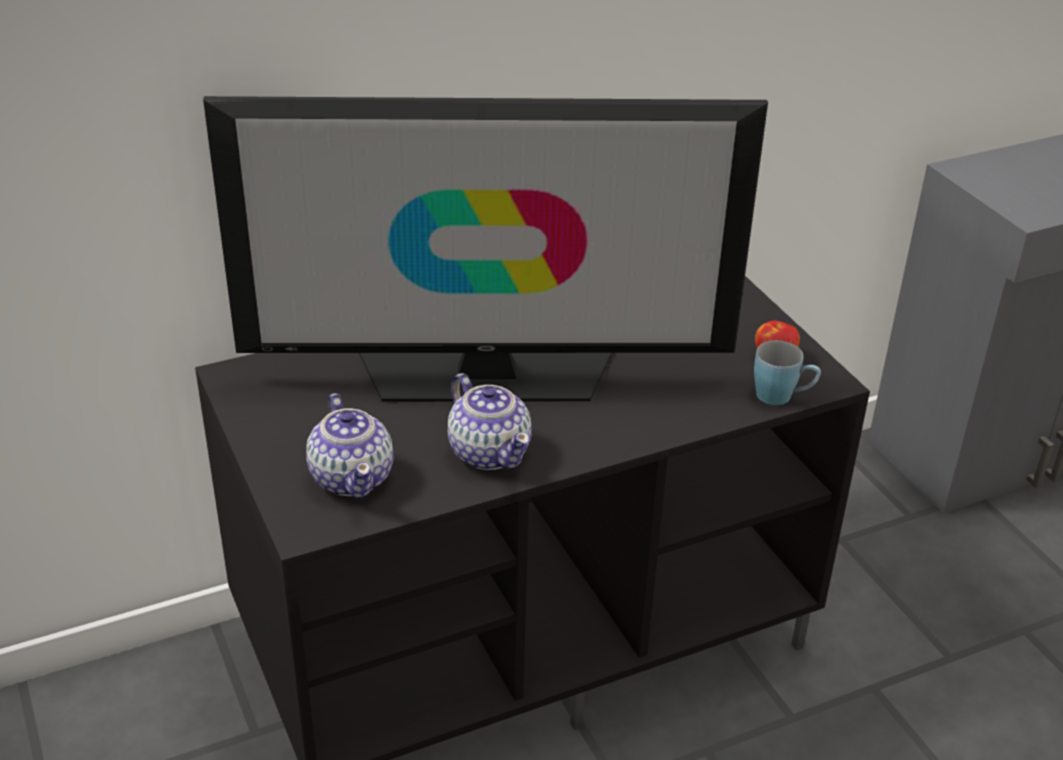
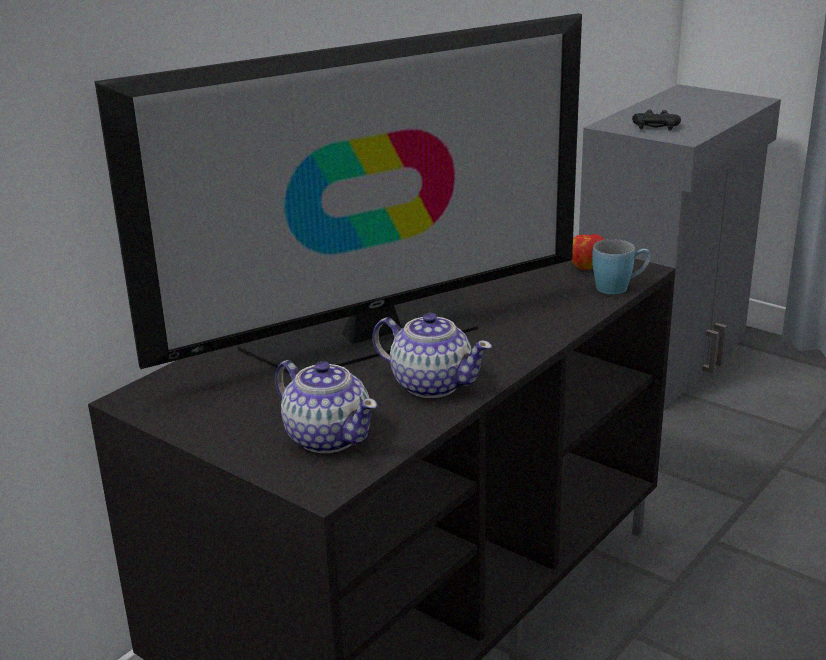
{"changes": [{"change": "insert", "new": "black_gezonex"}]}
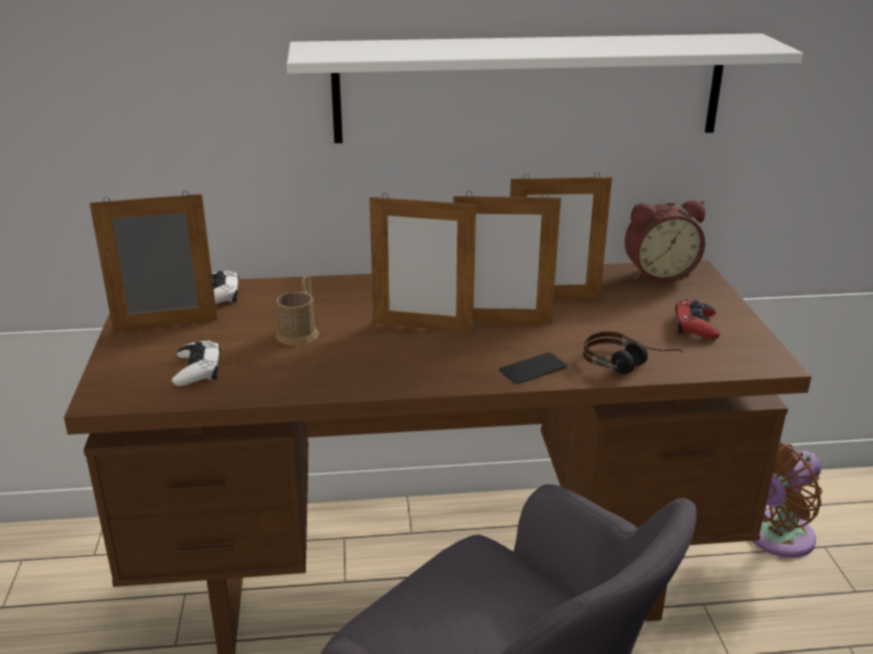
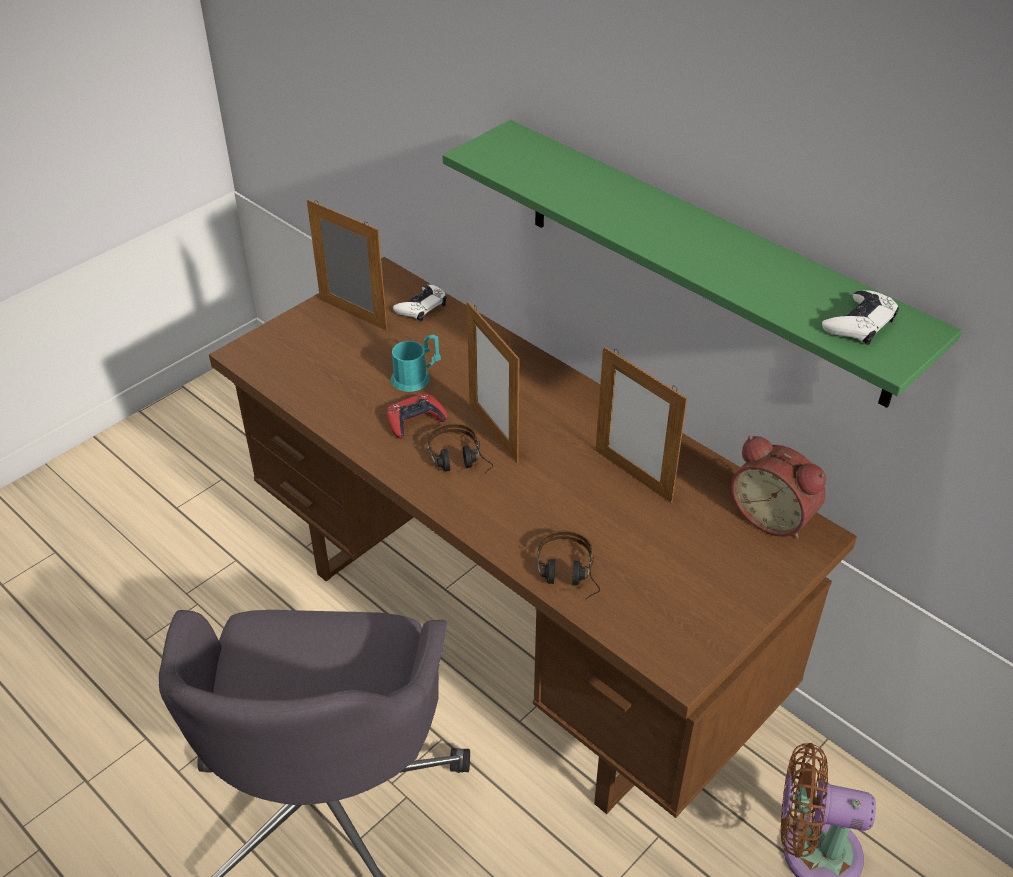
{"changes": [{"change": "recolor", "old": "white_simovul", "new": "green_simovul"}, {"change": "delete", "old": "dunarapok (3rd from left)"}, {"change": "recolor", "old": "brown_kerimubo", "new": "turquoise_kerimubo"}, {"change": "move", "old": "red_gezonex"}, {"change": "move", "old": "white_gezonex (1st from left in the first image)", "new": "white_gezonex (2nd from left)"}, {"change": "delete", "old": "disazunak"}, {"change": "insert", "new": "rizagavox (1st from left)"}]}
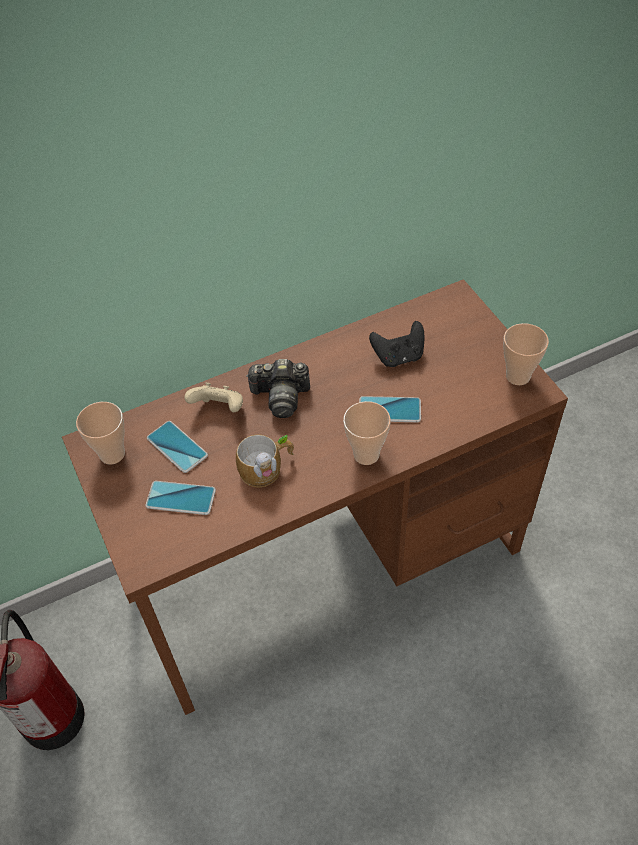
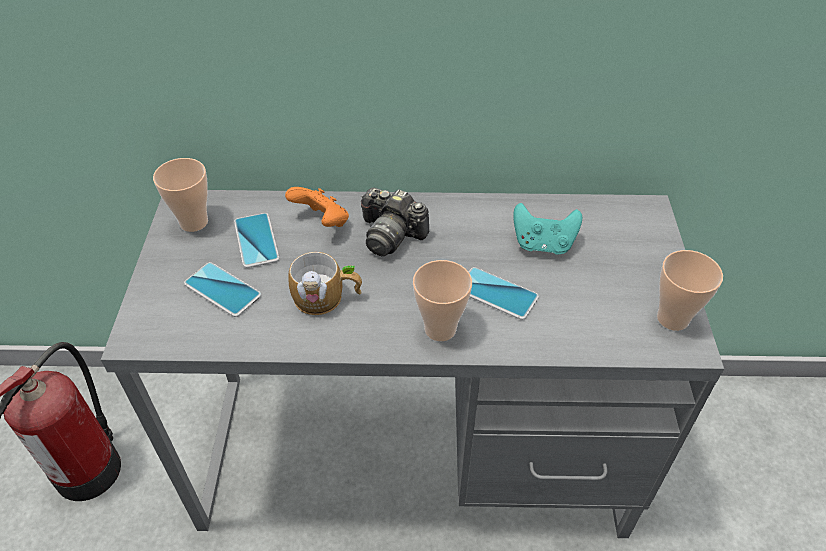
{"changes": [{"change": "recolor", "old": "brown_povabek", "new": "grey_povabek"}, {"change": "recolor", "old": "black_gezonex", "new": "turquoise_gezonex"}, {"change": "recolor", "old": "beige_gezonex", "new": "orange_gezonex"}]}
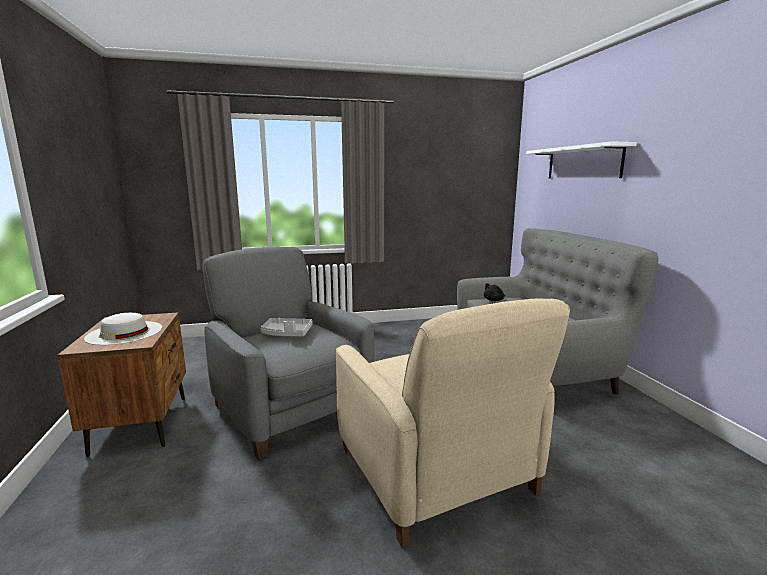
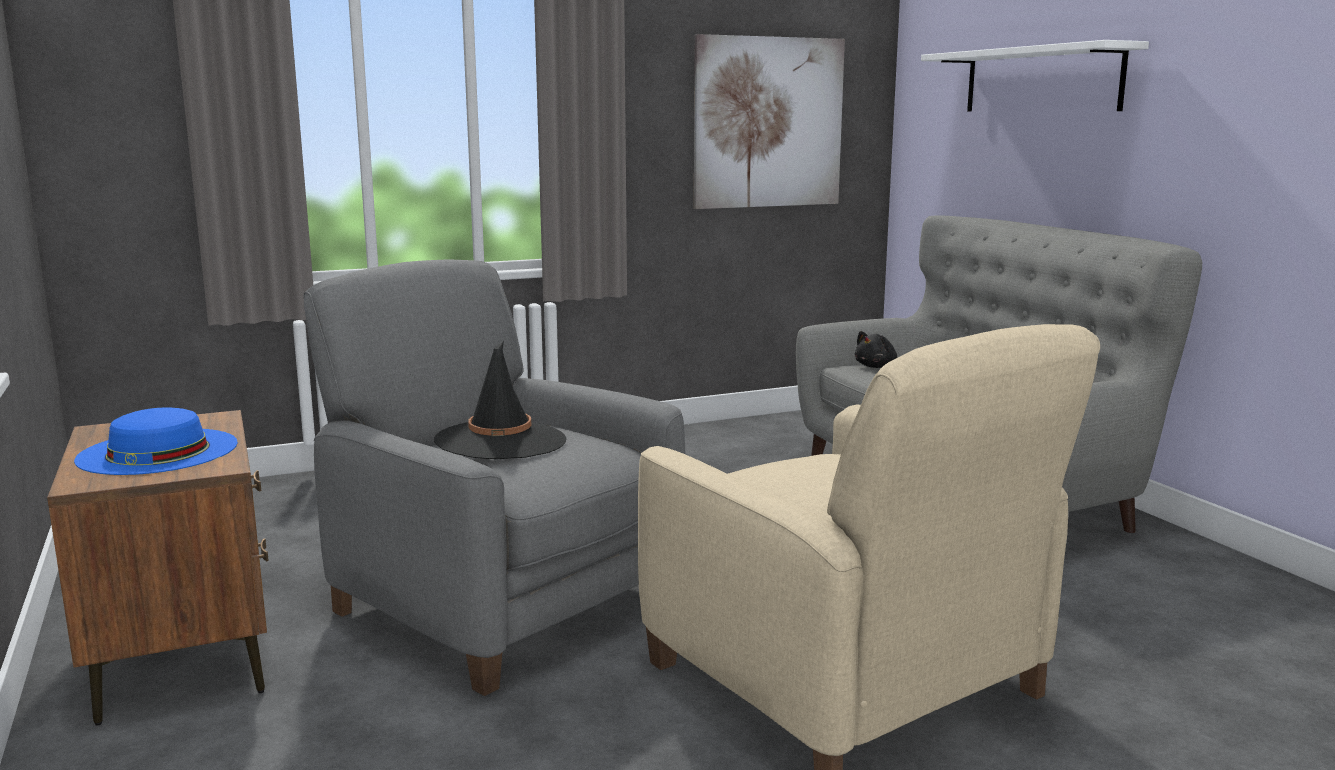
{"changes": [{"change": "recolor", "old": "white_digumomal", "new": "blue_digumomal"}, {"change": "replace", "old": "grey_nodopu", "new": "black_digumomal"}, {"change": "insert", "new": "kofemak"}]}
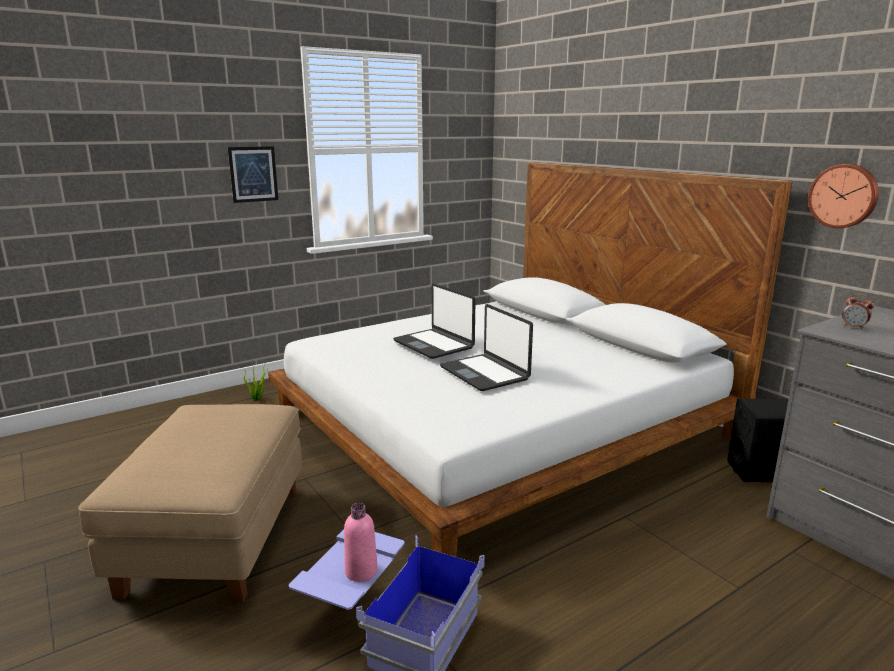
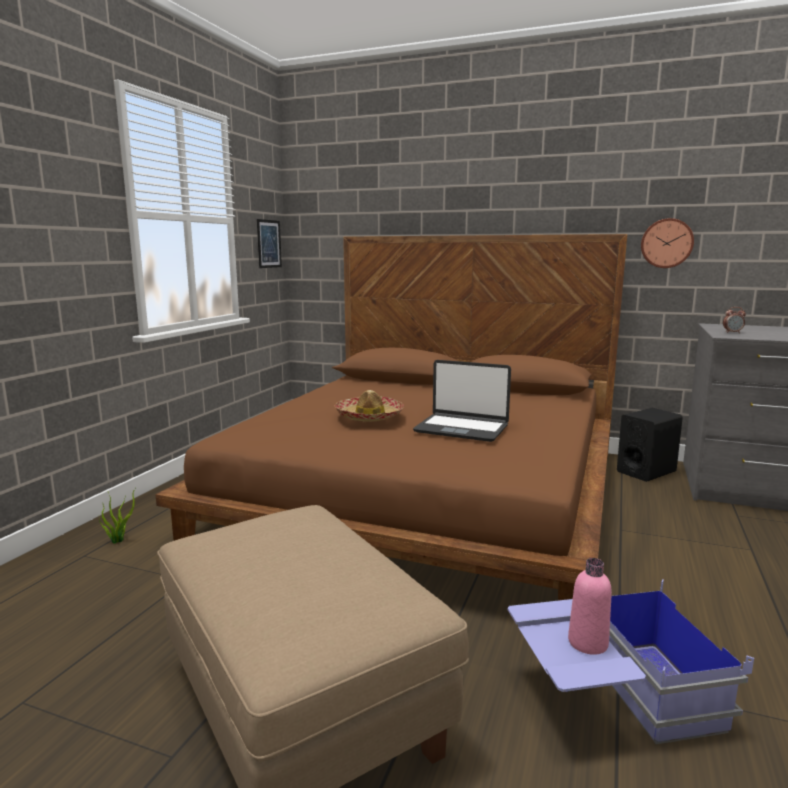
{"changes": [{"change": "move", "old": "kofemak"}, {"change": "recolor", "old": "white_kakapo", "new": "brown_kakapo"}, {"change": "replace", "old": "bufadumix (1st from left)", "new": "digumomal"}]}
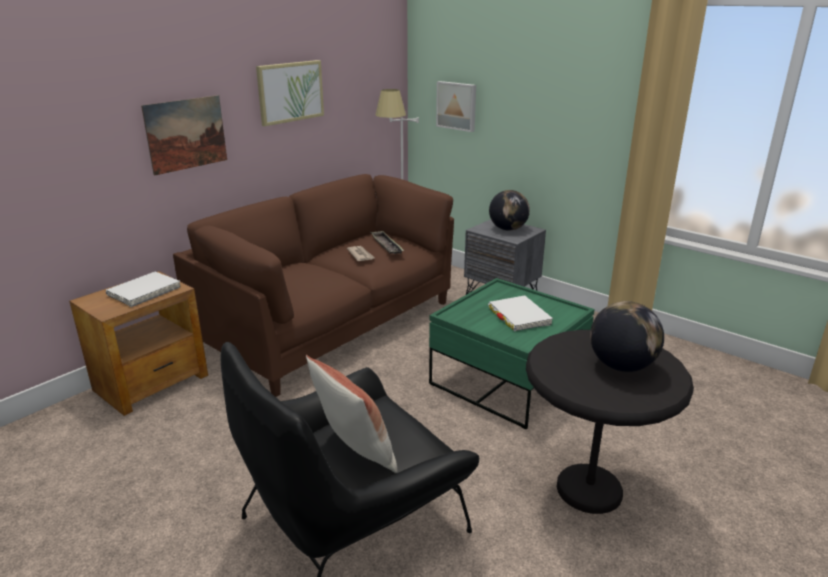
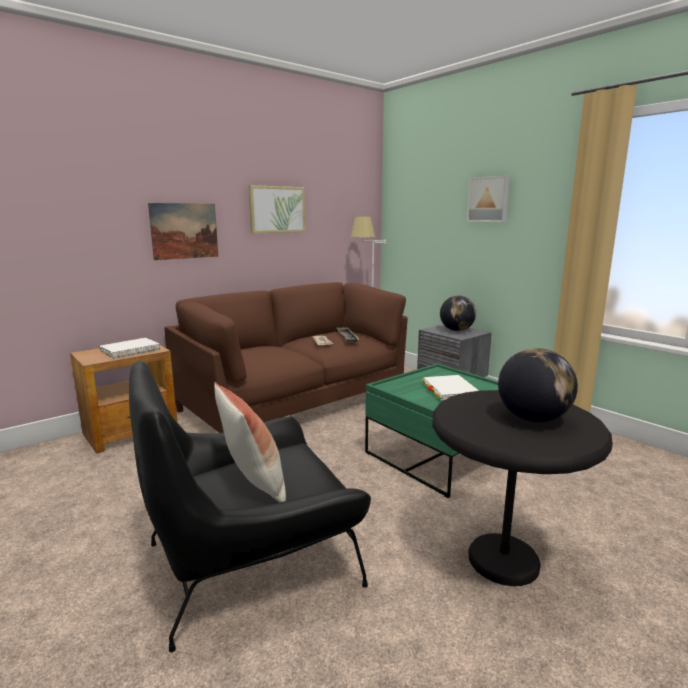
{"changes": [{"change": "move", "old": "kofemak (3rd from left)"}]}
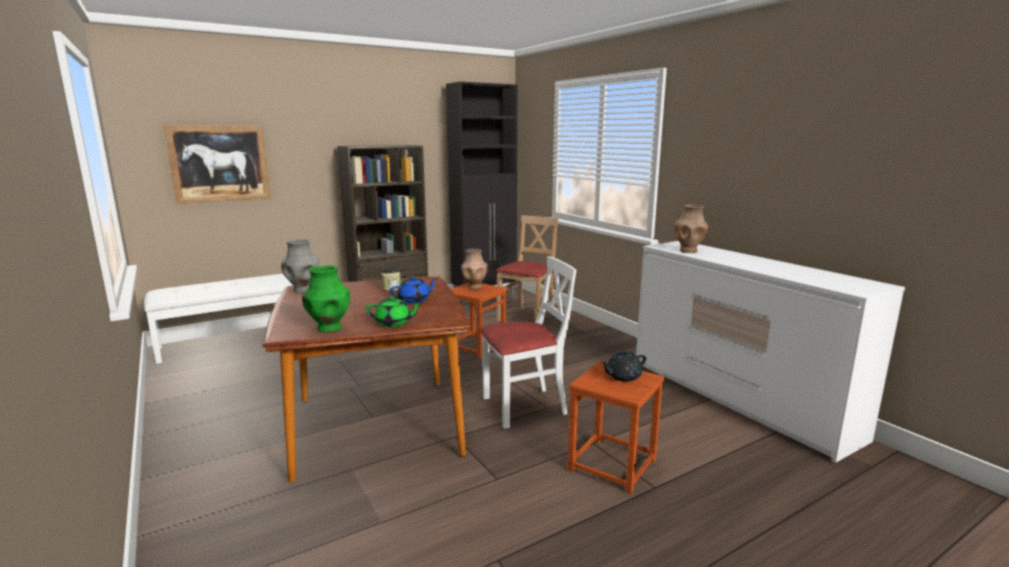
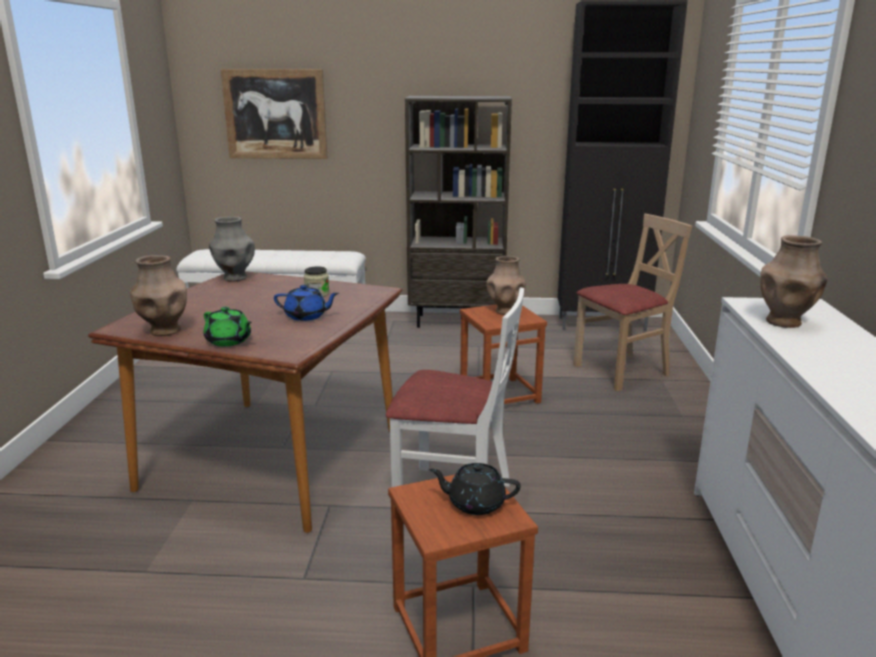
{"changes": [{"change": "recolor", "old": "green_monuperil", "new": "brown_monuperil (1st from left)"}]}
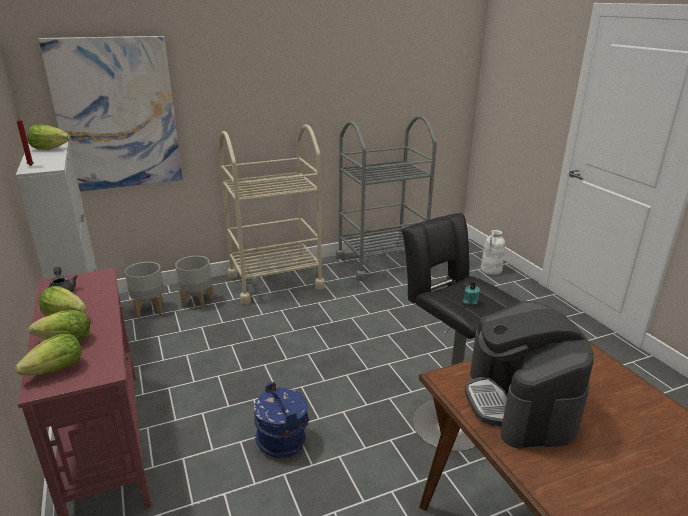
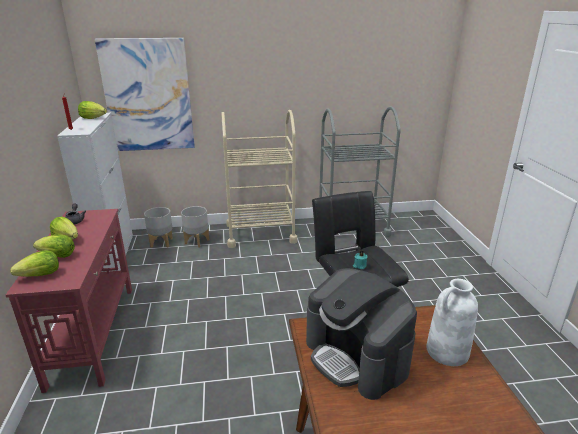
{"changes": [{"change": "move", "old": "white_monuperil"}, {"change": "rotate", "old": "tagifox", "degrees": -45}, {"change": "delete", "old": "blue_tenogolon"}]}
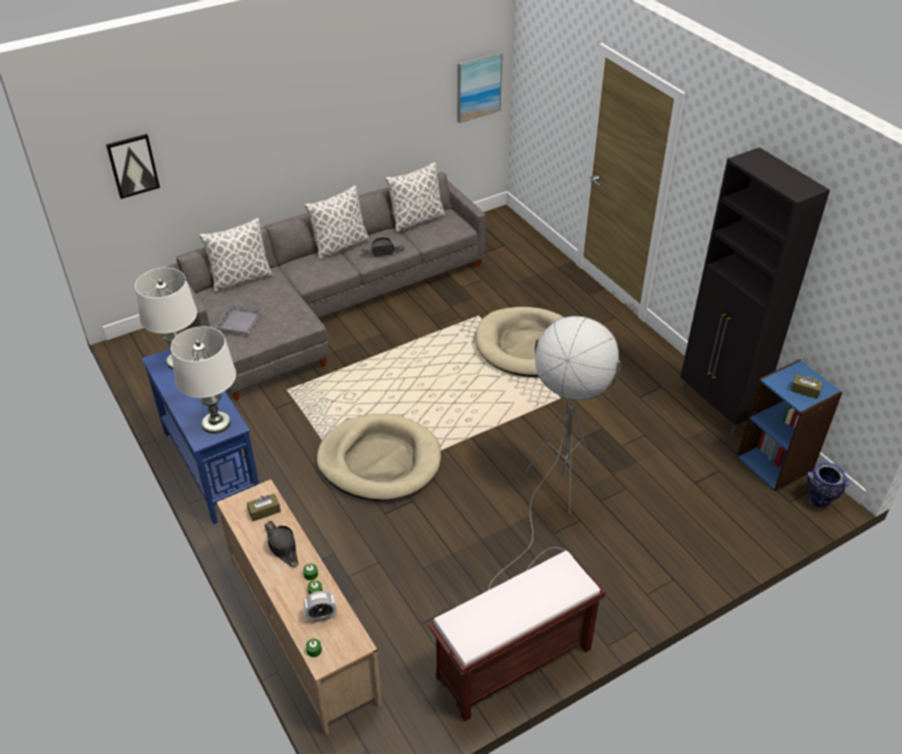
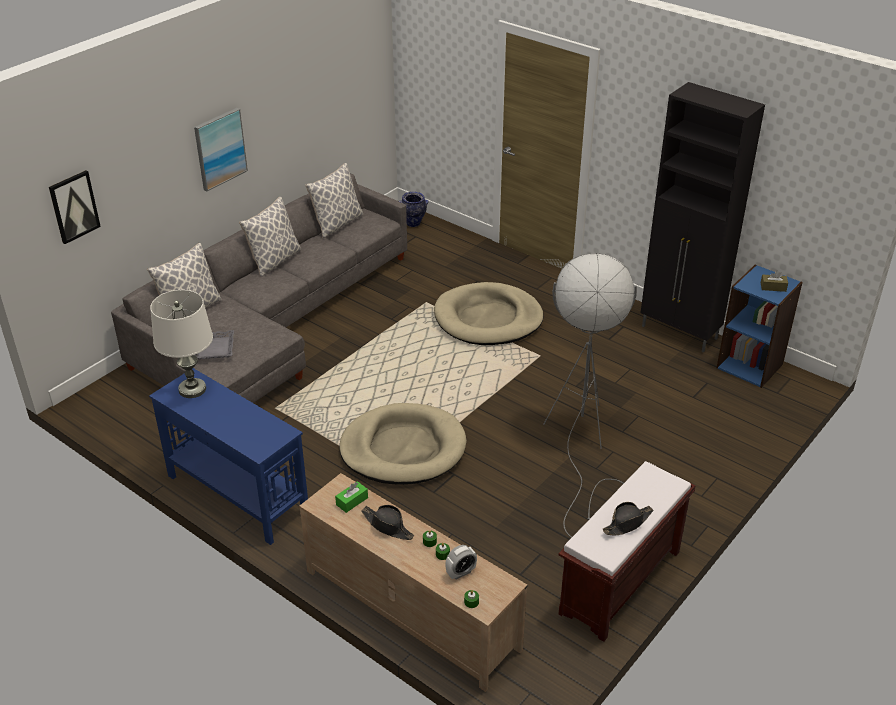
{"changes": [{"change": "move", "old": "kofemak (2nd from left)"}, {"change": "move", "old": "black_digumomal (2nd from left)"}, {"change": "delete", "old": "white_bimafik (2nd from left)"}, {"change": "move", "old": "monuperil"}, {"change": "recolor", "old": "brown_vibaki (1st from left)", "new": "green_vibaki"}]}
